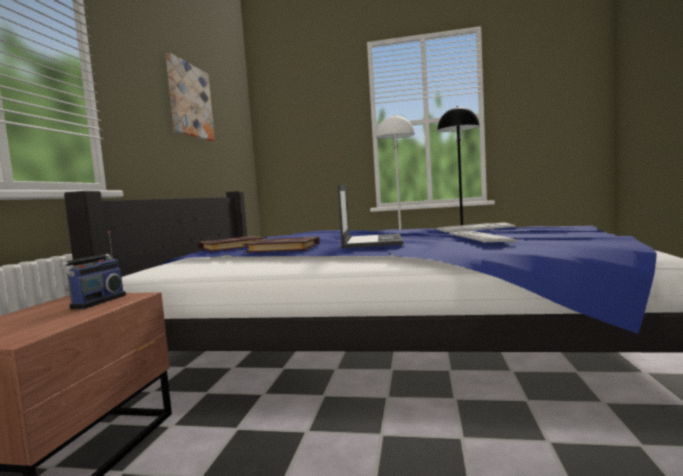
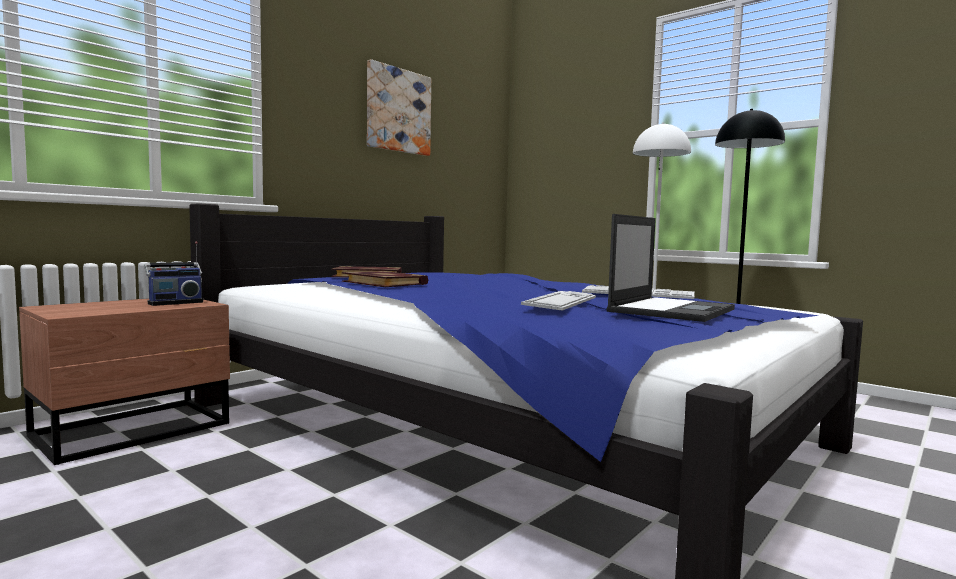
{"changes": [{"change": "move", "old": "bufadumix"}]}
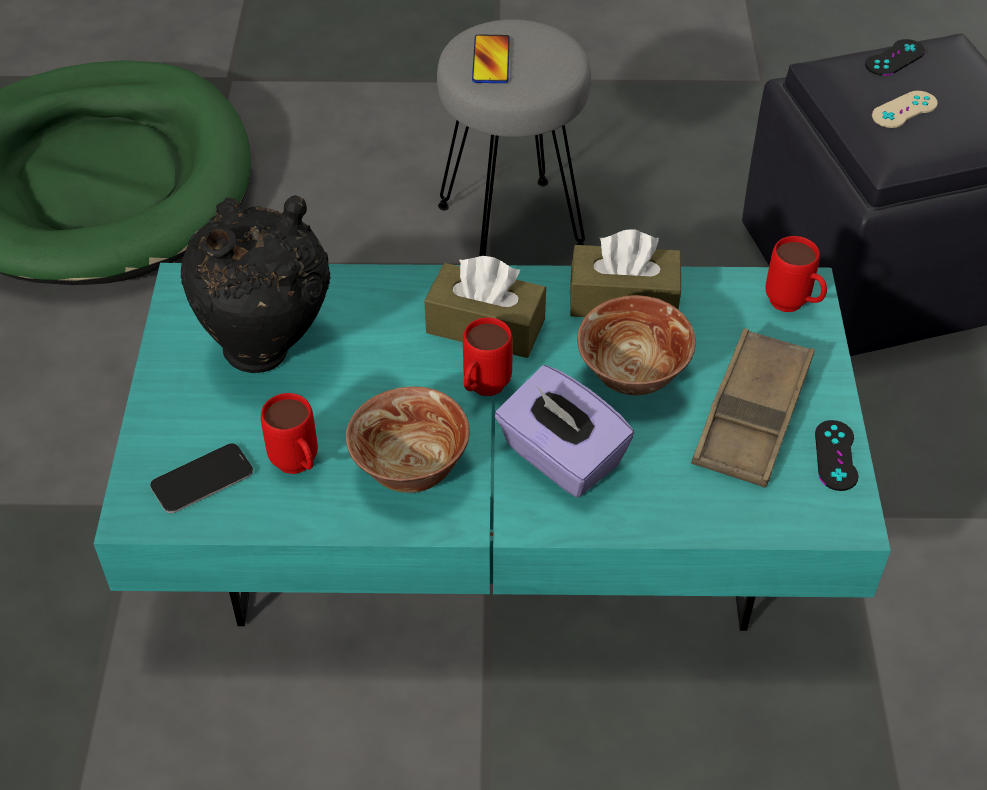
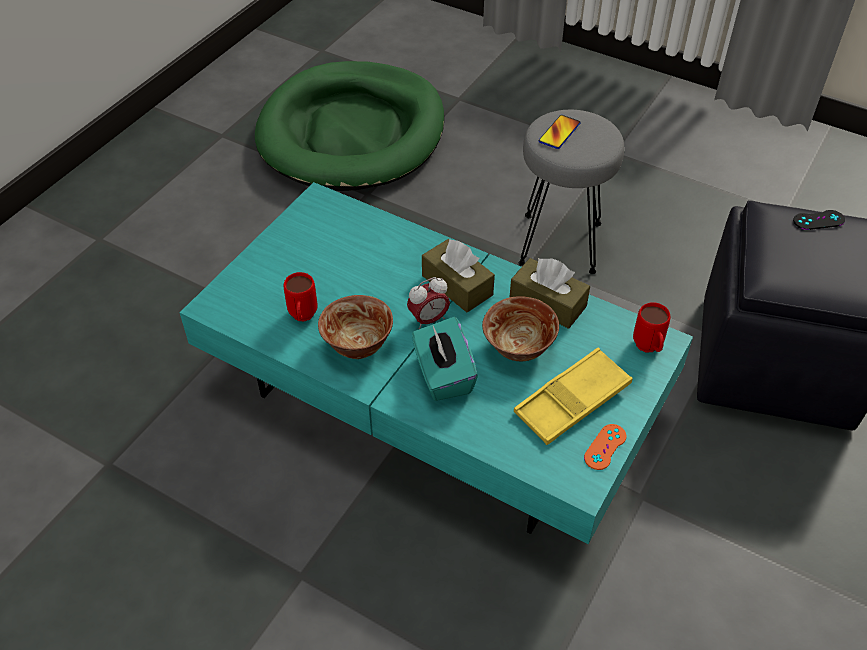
{"changes": [{"change": "delete", "old": "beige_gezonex"}, {"change": "delete", "old": "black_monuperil"}, {"change": "replace", "old": "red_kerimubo (2nd from left)", "new": "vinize"}, {"change": "recolor", "old": "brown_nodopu", "new": "yellow_nodopu"}, {"change": "recolor", "old": "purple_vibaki", "new": "turquoise_vibaki"}, {"change": "recolor", "old": "black_gezonex (1st from left)", "new": "orange_gezonex"}, {"change": "delete", "old": "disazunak (1st from left)"}]}
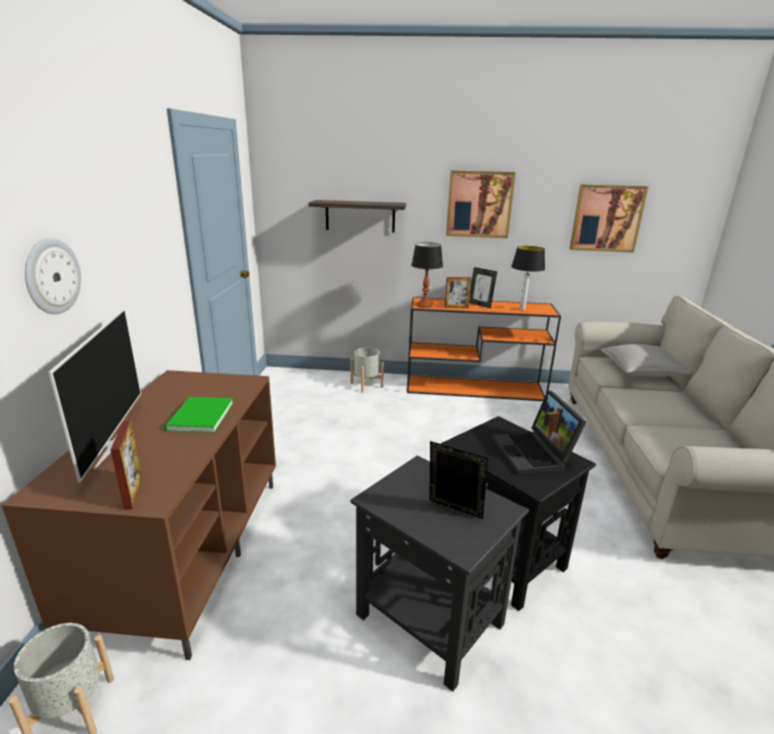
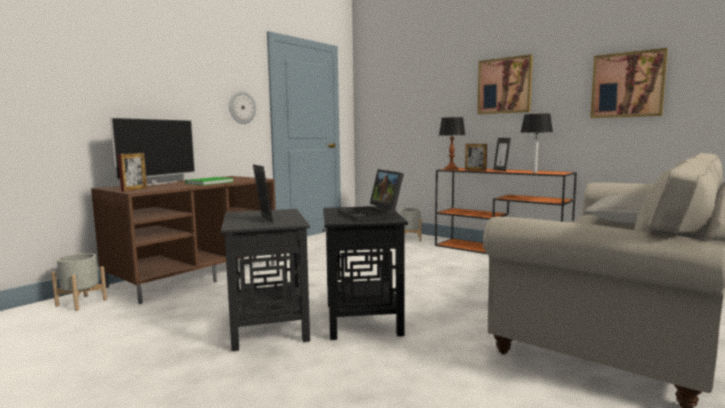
{"changes": [{"change": "delete", "old": "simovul"}, {"change": "move", "old": "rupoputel"}, {"change": "rotate", "old": "bufadumix", "degrees": -45}]}
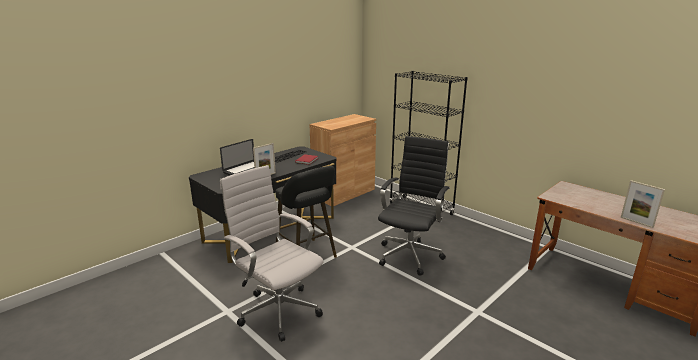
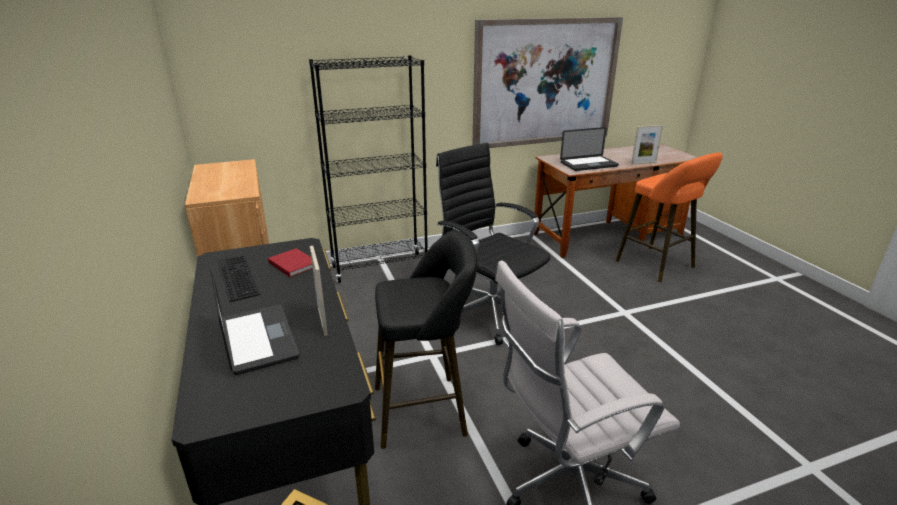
{"changes": [{"change": "insert", "new": "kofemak"}, {"change": "insert", "new": "bufadumix (2nd from left)"}, {"change": "insert", "new": "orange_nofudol"}]}
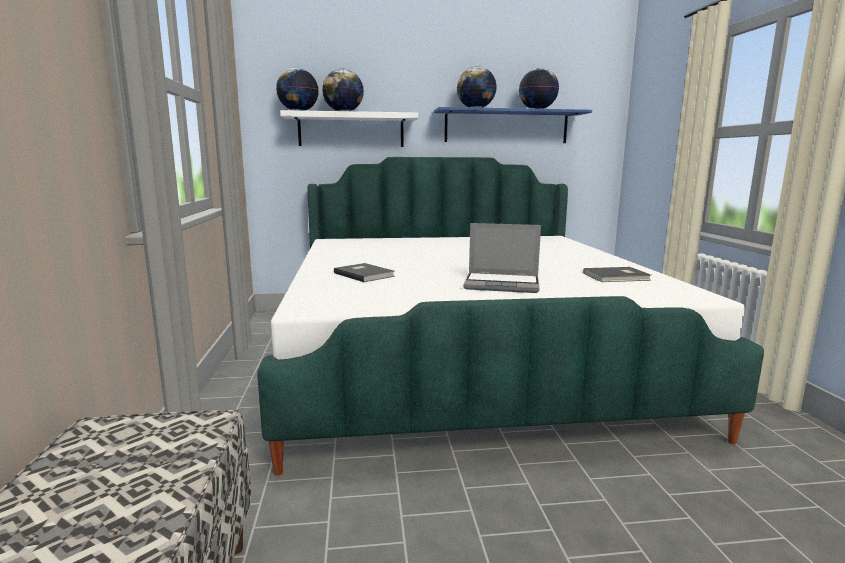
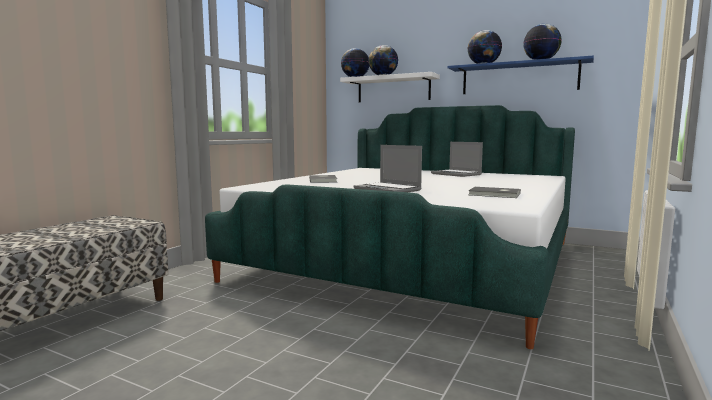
{"changes": [{"change": "insert", "new": "bufadumix (2nd from left)"}]}
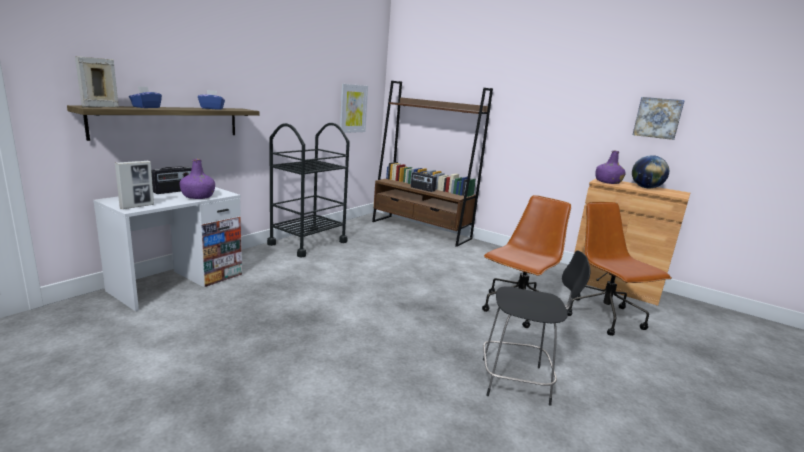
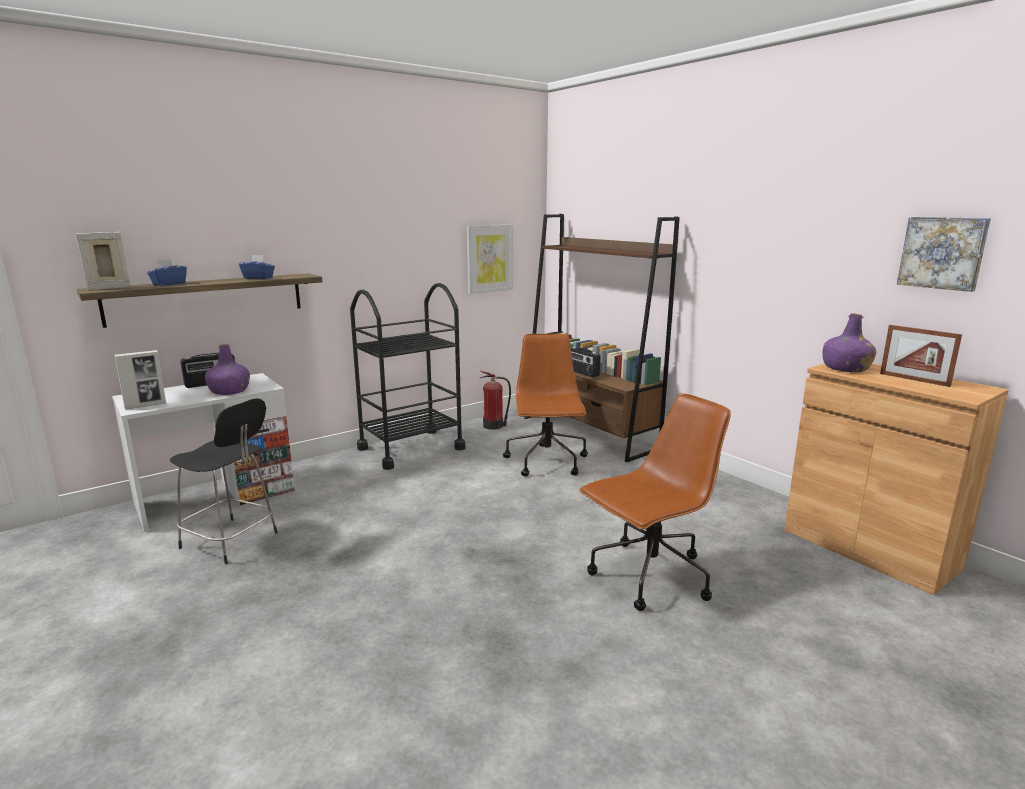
{"changes": [{"change": "replace", "old": "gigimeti", "new": "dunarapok (3rd from left)"}, {"change": "move", "old": "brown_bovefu (2nd from left in the first image)", "new": "brown_bovefu (1st from left)"}, {"change": "move", "old": "black_nofudol"}, {"change": "insert", "new": "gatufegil"}]}
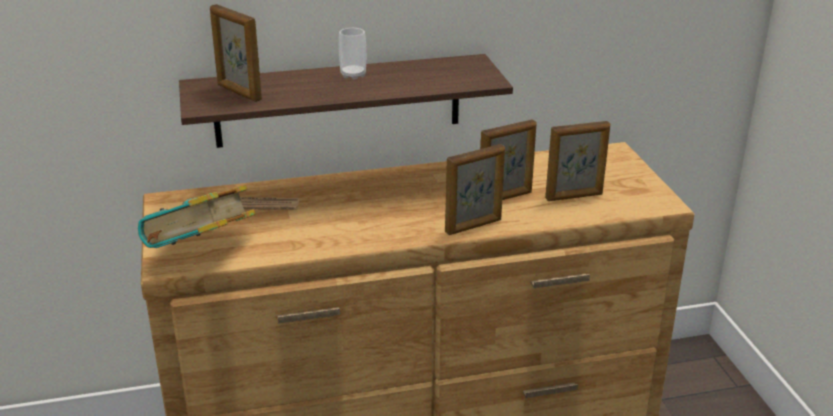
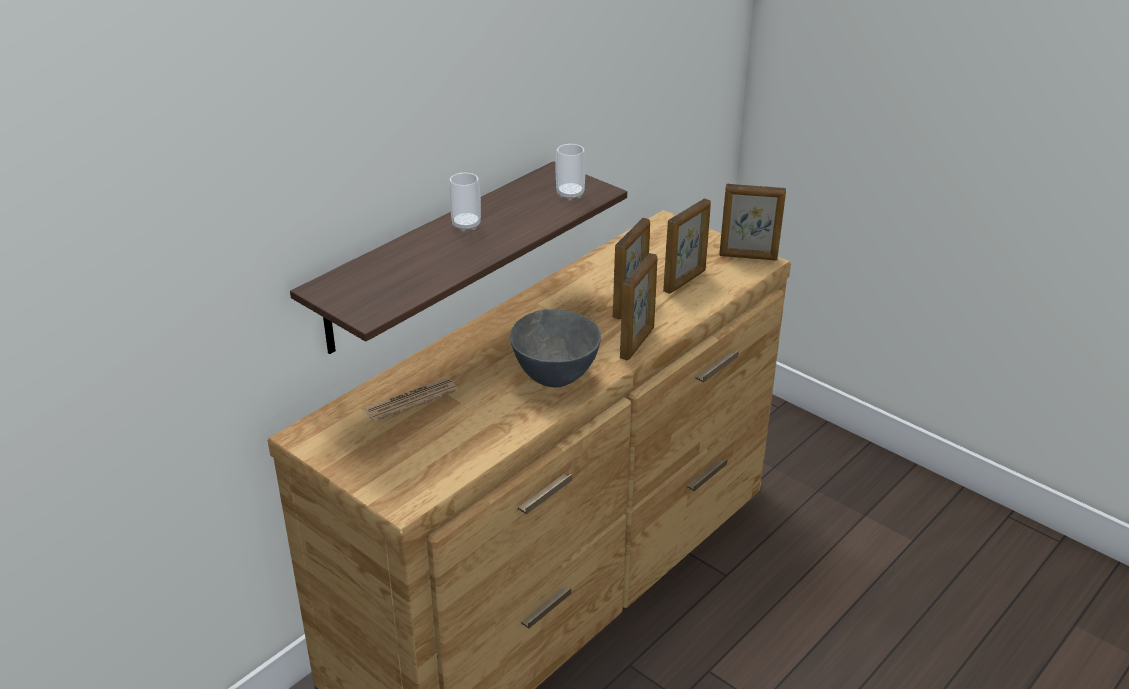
{"changes": [{"change": "move", "old": "dunarapok (1st from left in the first image)", "new": "dunarapok (4th from left)"}, {"change": "delete", "old": "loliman"}, {"change": "insert", "new": "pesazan (2nd from left)"}, {"change": "insert", "new": "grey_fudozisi"}]}
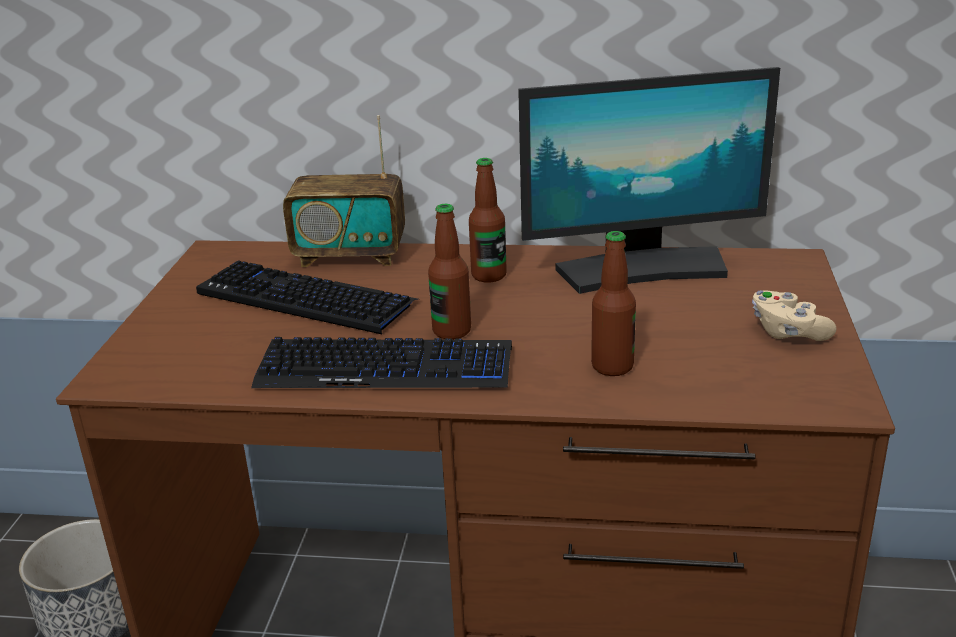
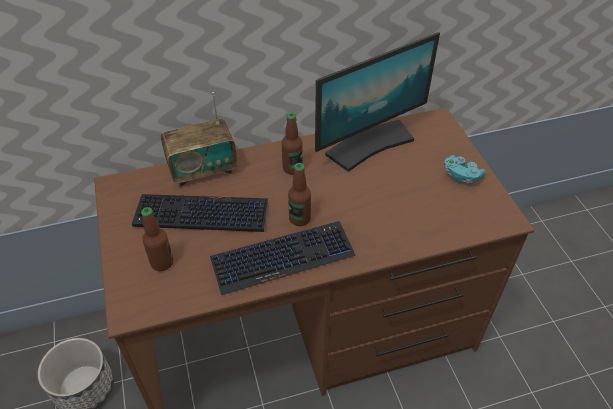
{"changes": [{"change": "move", "old": "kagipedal (3rd from left in the first image)", "new": "kagipedal (1st from left)"}, {"change": "recolor", "old": "beige_gezonex", "new": "turquoise_gezonex"}]}
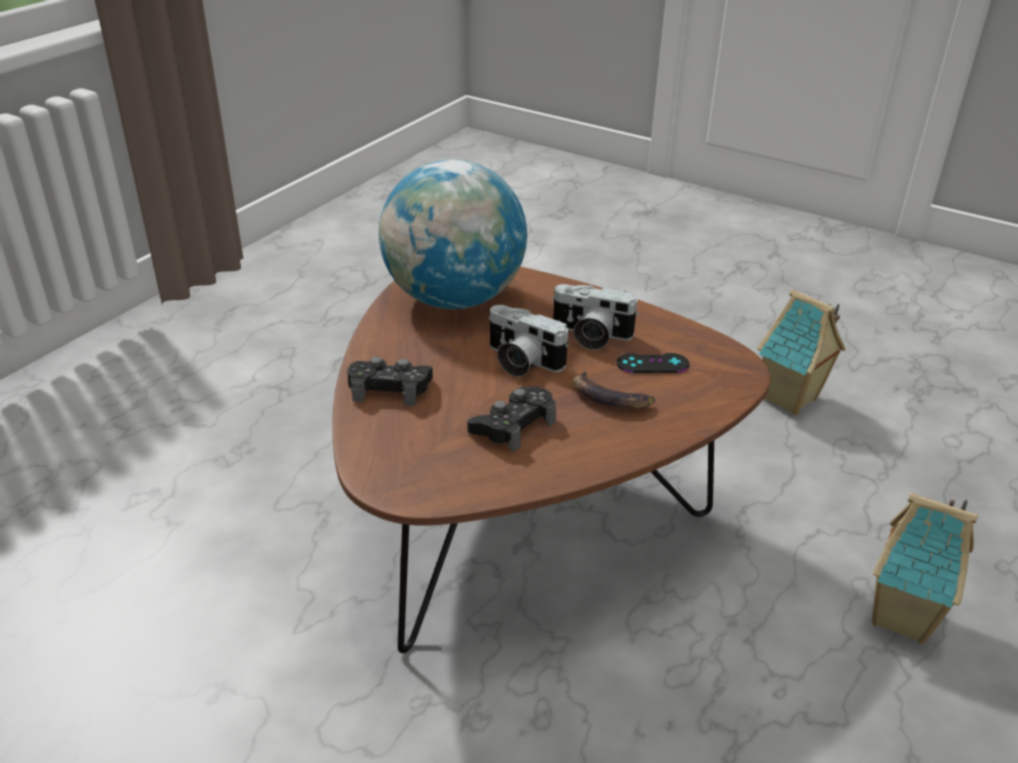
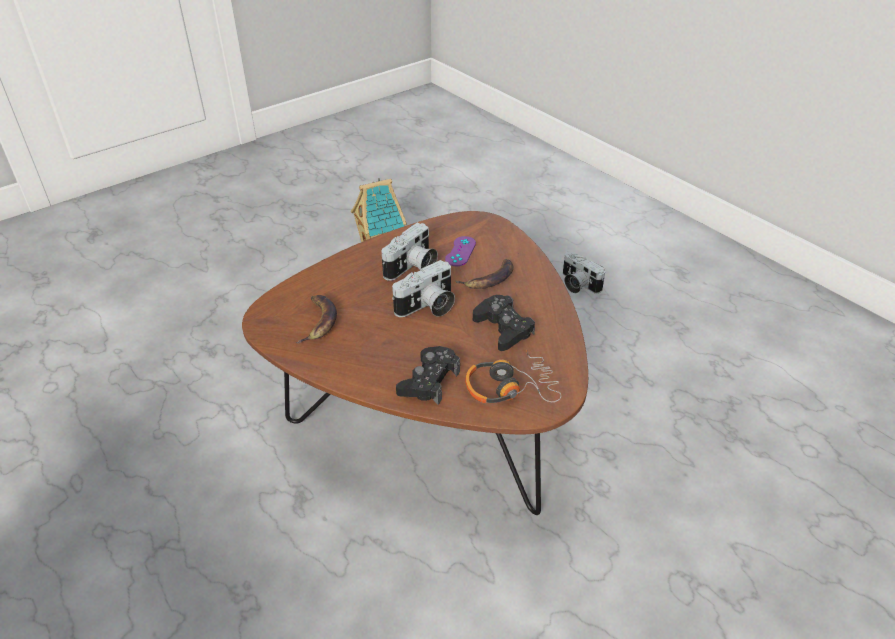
{"changes": [{"change": "replace", "old": "gigimeti", "new": "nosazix (1st from left)"}, {"change": "recolor", "old": "black_gezonex (3rd from left)", "new": "purple_gezonex"}, {"change": "replace", "old": "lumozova (2nd from left)", "new": "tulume (3rd from left)"}, {"change": "insert", "new": "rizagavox"}]}
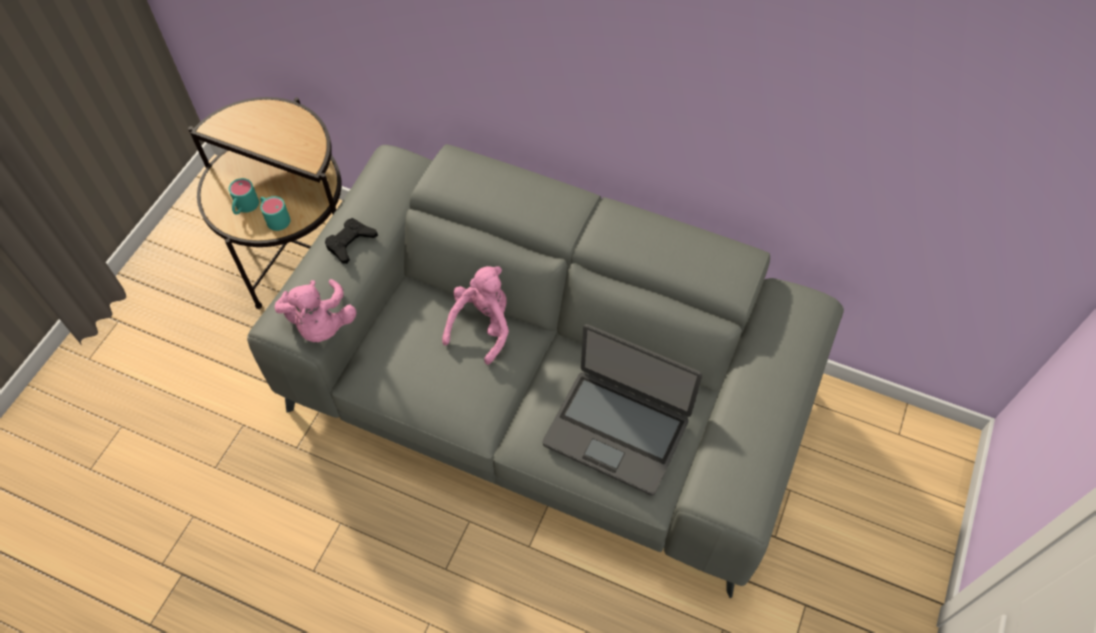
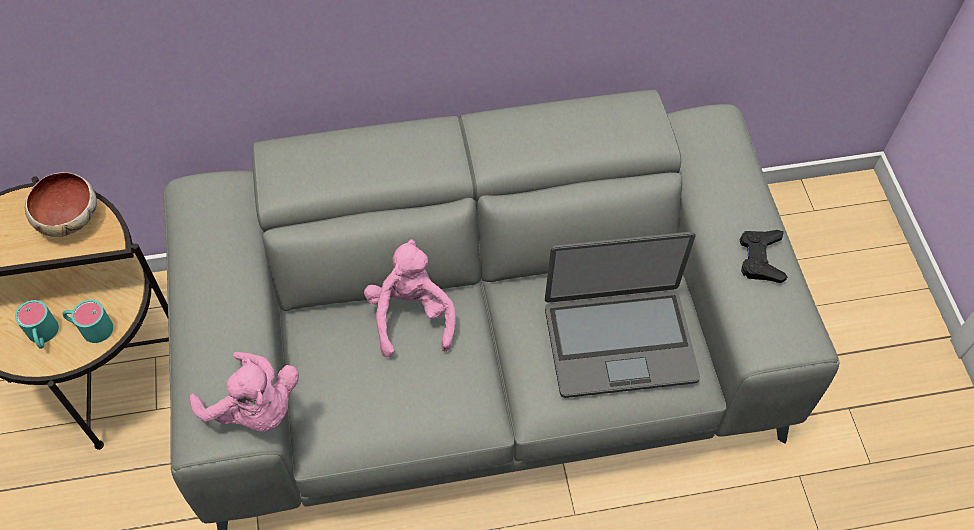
{"changes": [{"change": "move", "old": "black_gezonex"}, {"change": "insert", "new": "fudozisi"}]}
